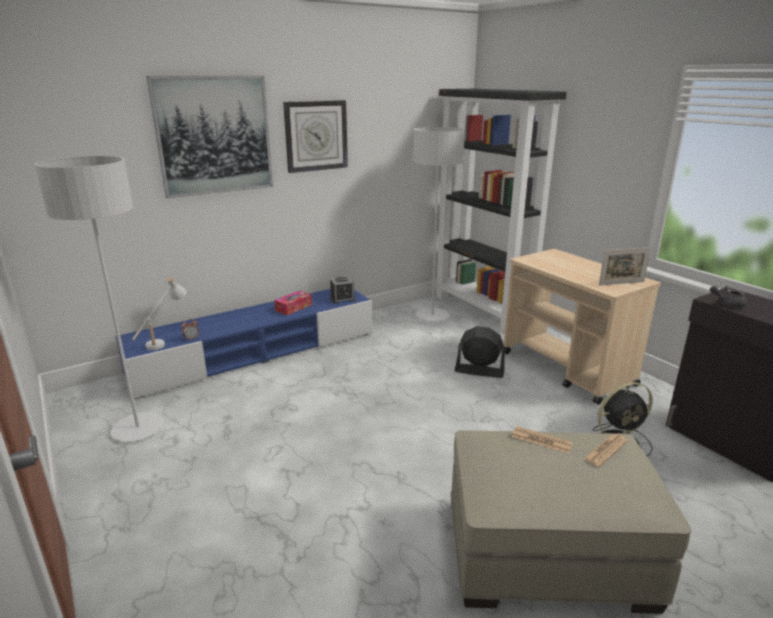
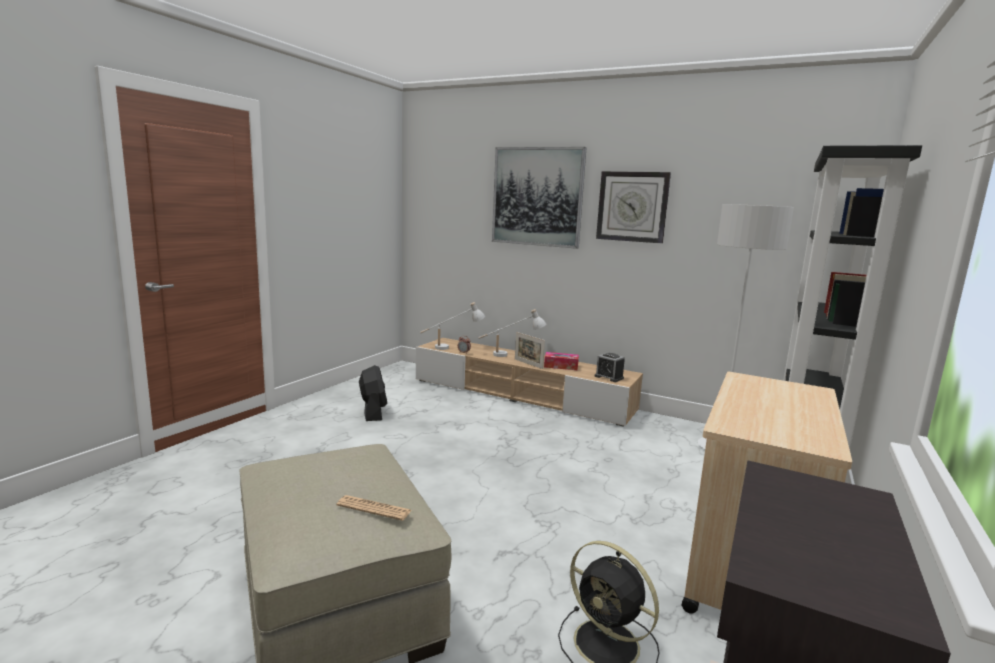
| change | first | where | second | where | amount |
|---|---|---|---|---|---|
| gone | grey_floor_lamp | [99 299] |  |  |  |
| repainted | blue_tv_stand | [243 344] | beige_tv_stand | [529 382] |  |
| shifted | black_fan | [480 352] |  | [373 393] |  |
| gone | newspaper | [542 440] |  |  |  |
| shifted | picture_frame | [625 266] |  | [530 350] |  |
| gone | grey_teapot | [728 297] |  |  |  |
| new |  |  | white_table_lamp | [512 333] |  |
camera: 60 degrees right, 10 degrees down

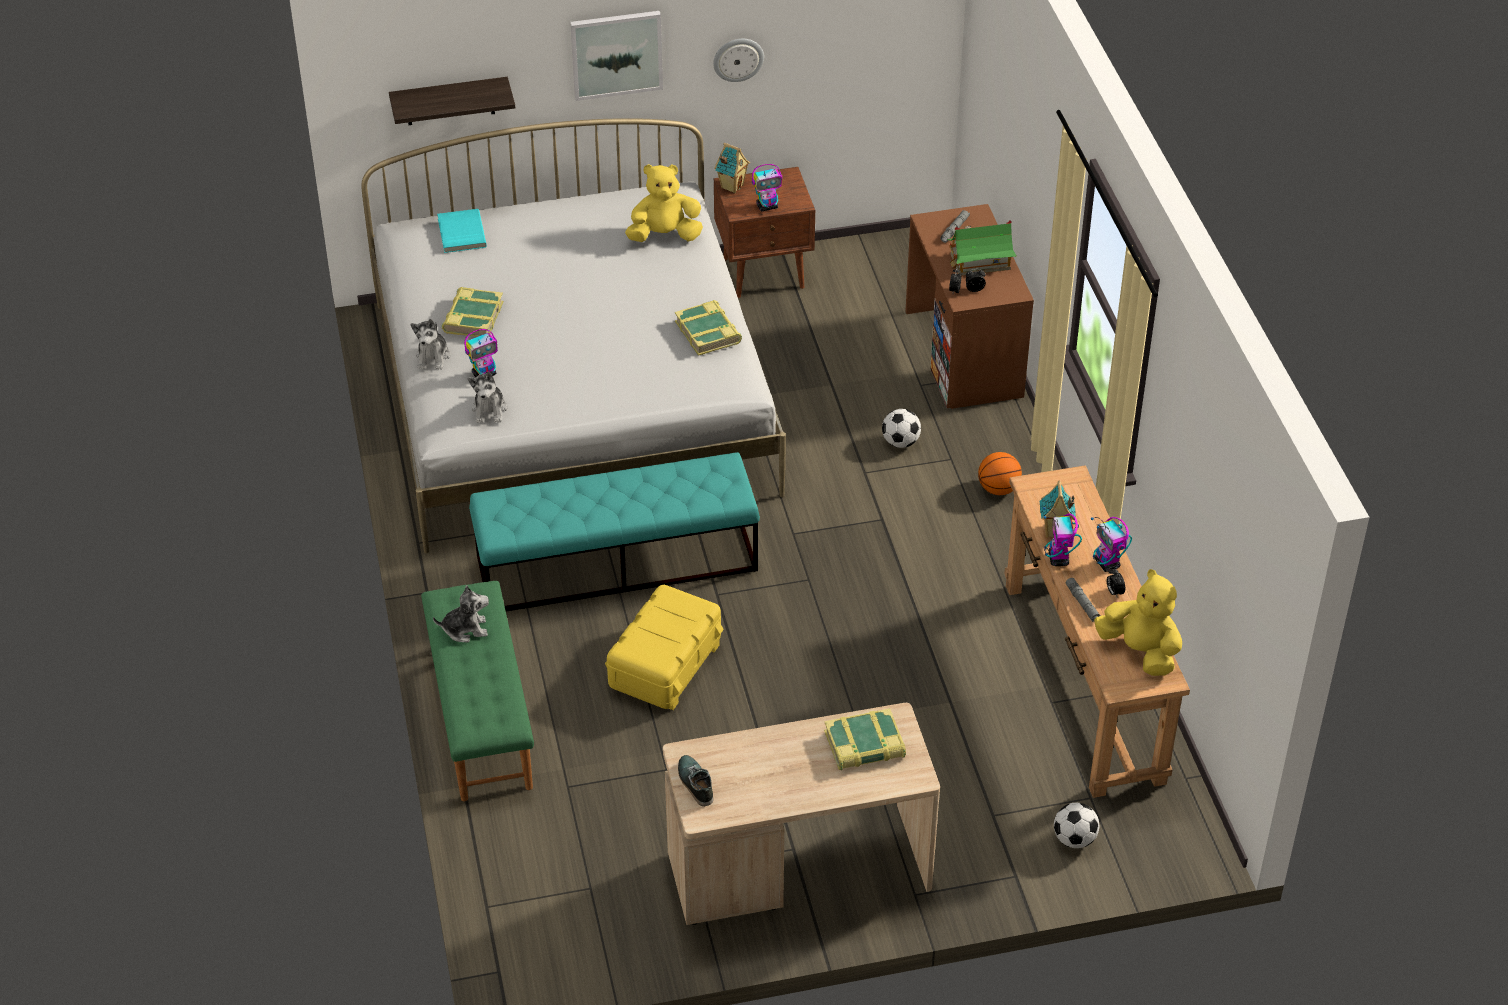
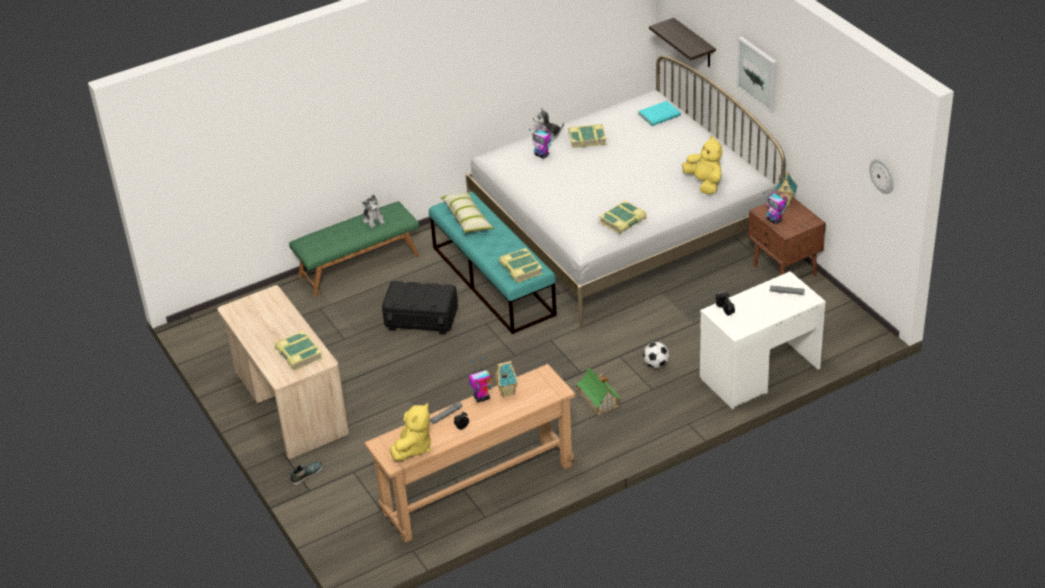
| change | first | where | second | where | amount |
|---|---|---|---|---|---|
| gone | plush_toy | [487 397] |  |  |  |
| repainted | yellow_storage_box | [664 647] | black_storage_box | [420 308] |  |
| shifted | shoe | [695 780] |  | [306 473] |  |
| shifted | wall_clock | [738 60] |  | [881 176] |  |
| repainted | brown_desk | [969 306] | white_desk | [763 340] |  |
| shifted | toy_house | [982 248] |  | [598 389] |  |
| gone | basketball | [1000 473] |  |  |  |
| gone | football | [1077 825] |  |  |  |
| gone | toy_robot | [1111 544] |  |  |  |
| new |  |  | pillow | [466 212] |  |
| new |  |  | book | [521 265] |  |
camera: 75 degrees right, 5 degrees down

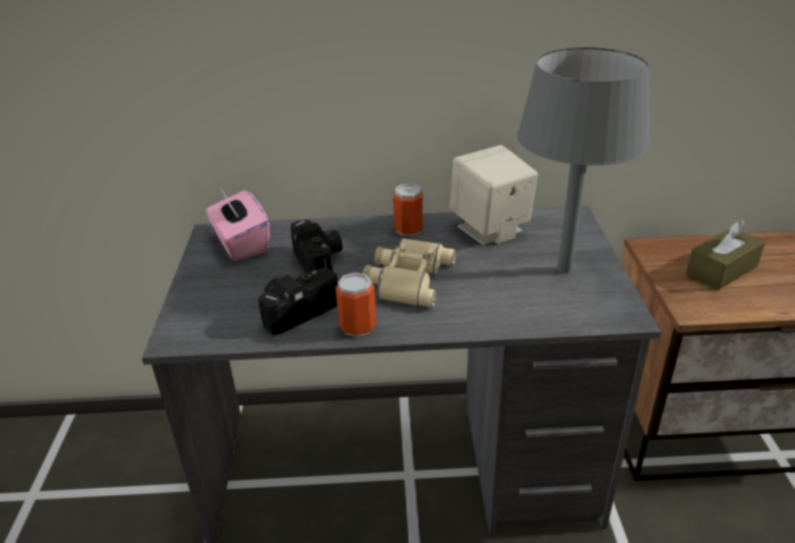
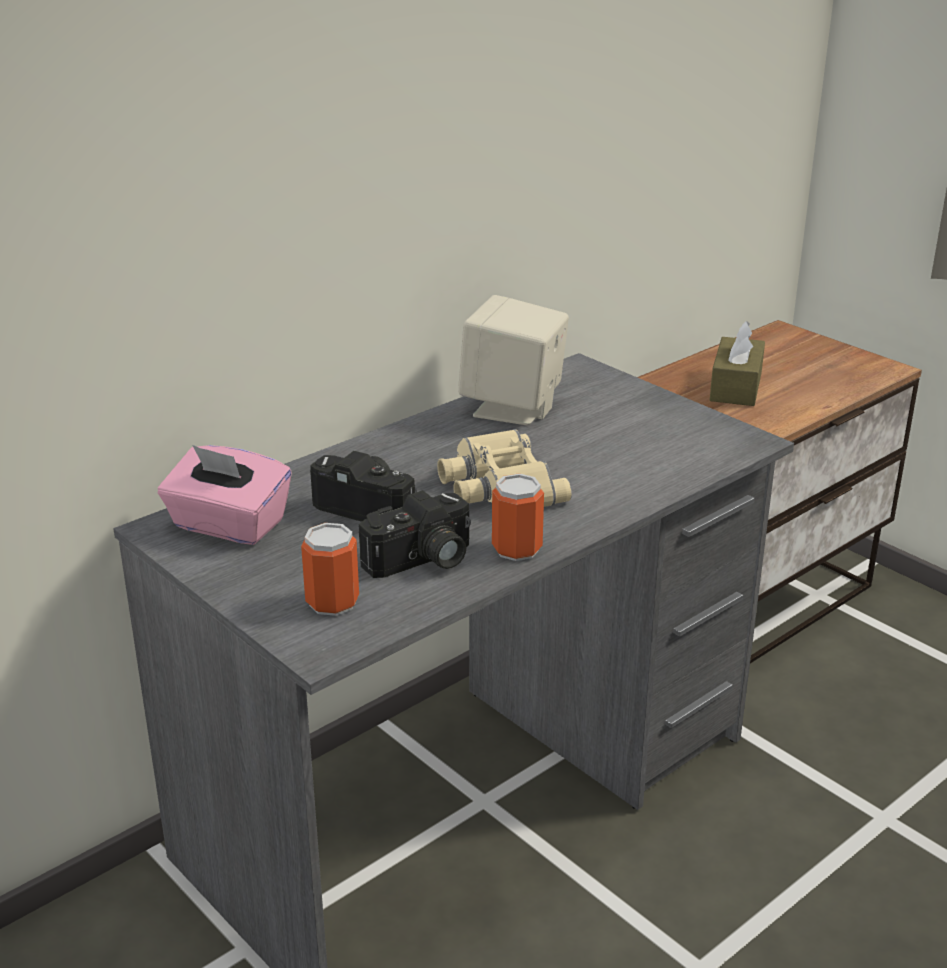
| change | first | where | second | where | amount |
|---|---|---|---|---|---|
| rotated | photo_camera | [298 301] |  | [415 534] | 135 degrees counterclockwise |
| shifted | can | [408 210] |  | [330 569] |  |
| gone | grey_table_lamp | [583 160] |  |  |  |
camera: 40 degrees left, 5 degrees down

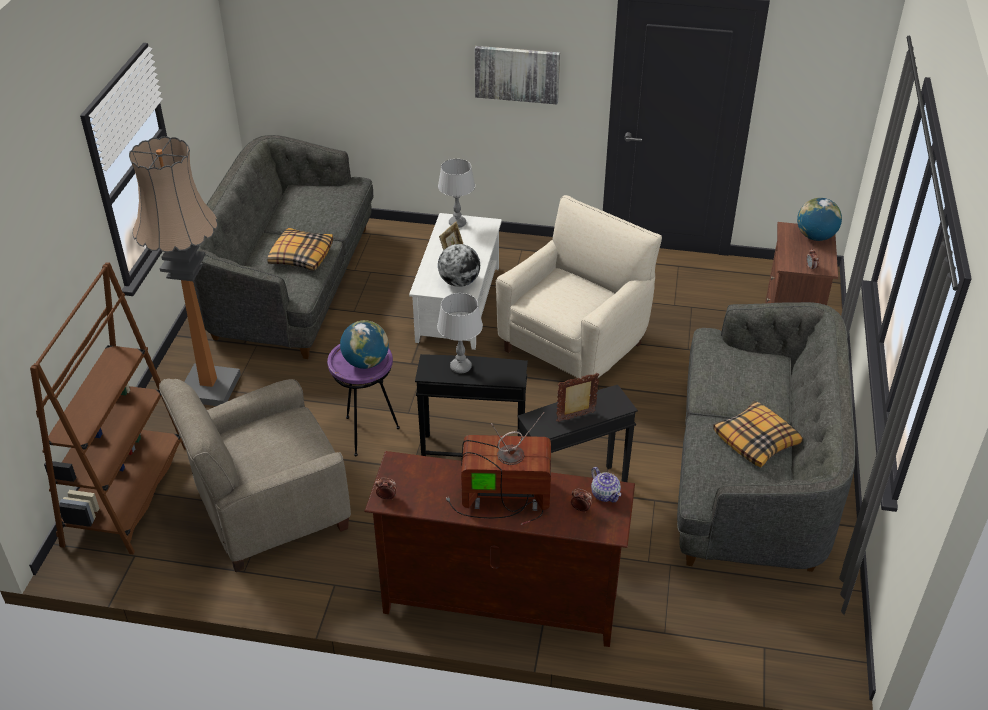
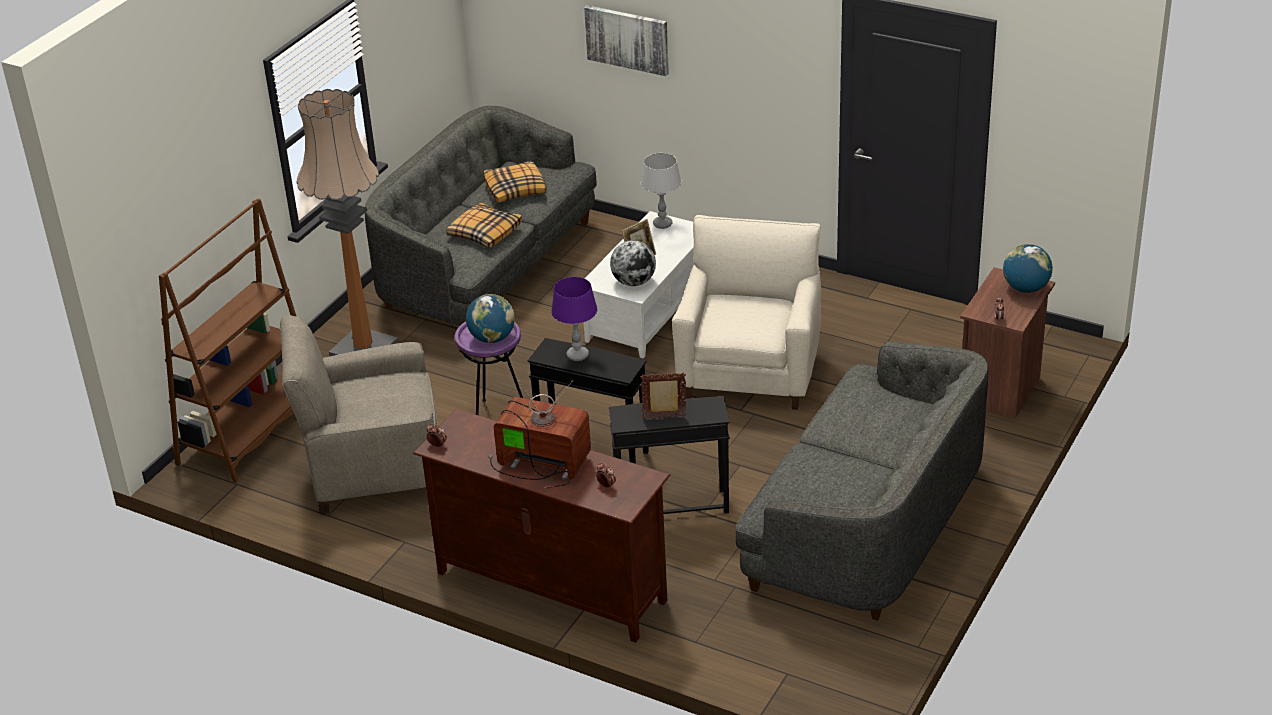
| change | first | where | second | where | amount |
|---|---|---|---|---|---|
| repainted | grey_table_lamp | [460 333] | purple_table_lamp | [574 319] |  |
| shifted | picture | [517 75] |  | [626 40] |  |
| rotated | beige_armchair | [579 287] |  | [746 312] | 45 degrees counterclockwise |
| gone | teapot | [606 484] |  |  |  |
| shifted | pillow | [758 434] |  | [515 182] |  |
camera: 20 degrees right, 5 degrees down

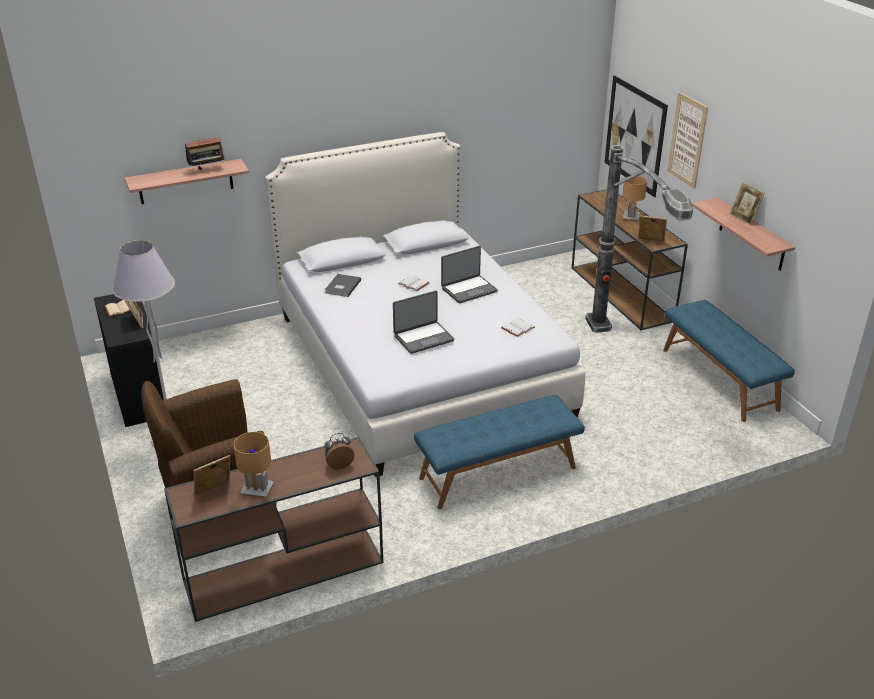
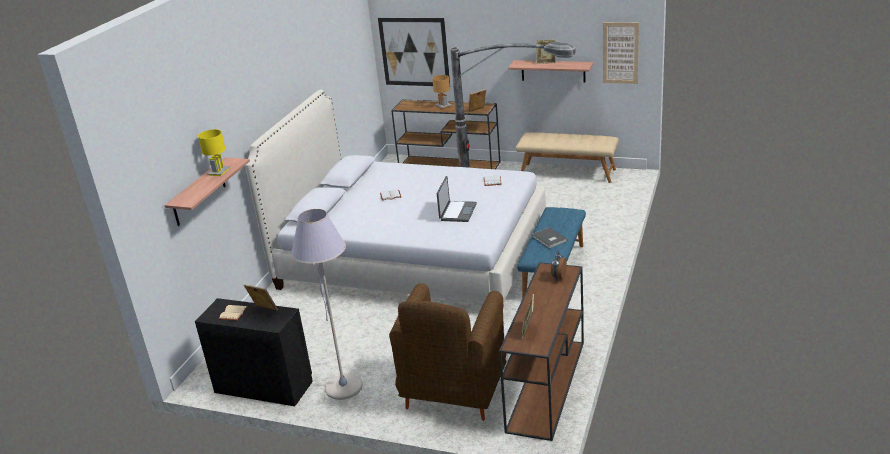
| change | first | where | second | where | amount |
|---|---|---|---|---|---|
| swapped | radio | [206 153] | yellow_table_lamp | [214 152] |  |
| gone | brown_table_lamp | [253 465] |  |  |  |
| shifted | grey_book | [343 285] |  | [549 237] |  |
| gone | laptop | [469 274] |  |  |  |
| repainted | blue_bench | [729 361] | beige_bench | [567 157] |  |
| shifted | picture | [687 140] |  | [621 53] |  |
camera: 45 degrees left, 5 degrees down

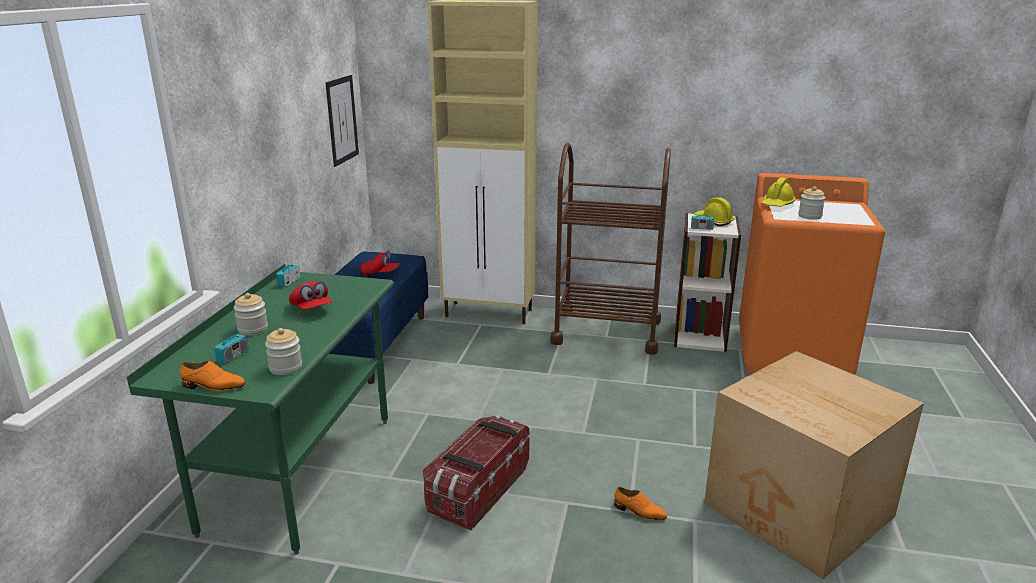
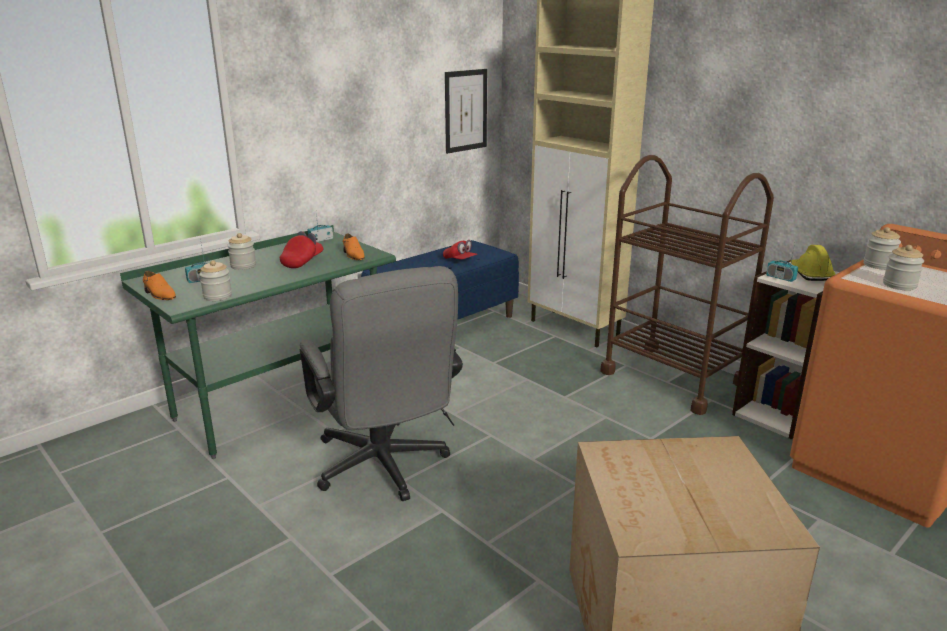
| change | first | where | second | where | amount |
|---|---|---|---|---|---|
| rotated | red_cap | [311 295] |  | [301 249] | 150 degrees counterclockwise |
| swapped | storage_box | [476 473] | grey_office_chair | [381 383] |  |
| shifted | orange_shoe | [640 503] |  | [353 246] |  |
| swapped | yellow_hard_hat | [778 192] | jar | [882 248] |  |
camera: 35 degrees right, 0 degrees up

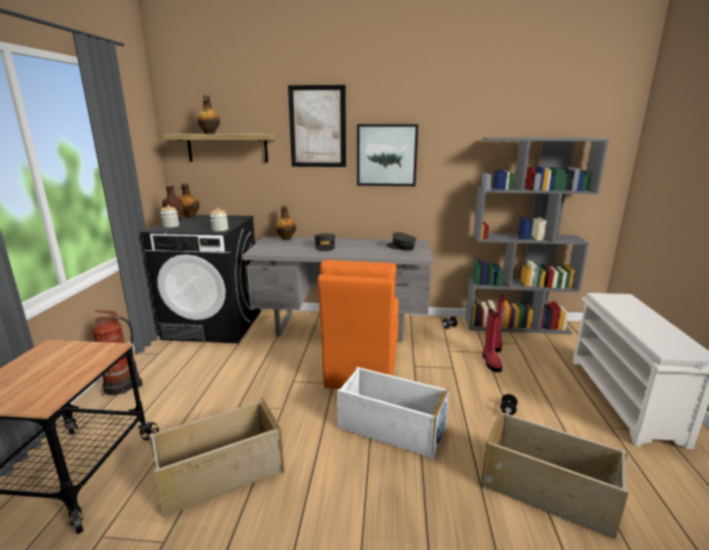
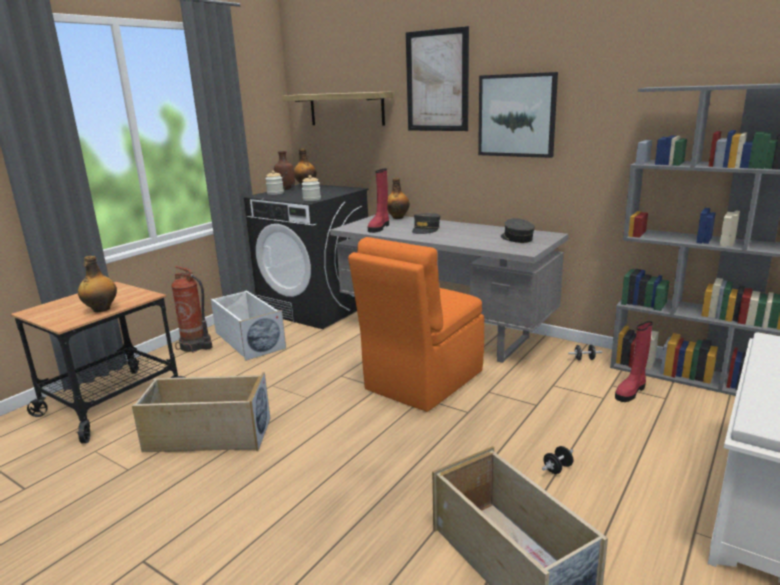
| change | first | where | second | where | amount |
|---|---|---|---|---|---|
| shifted | bottle | [208 114] |  | [97 284] |  |
| shifted | white_storage_box | [393 414] |  | [248 325] |  |
| shifted | red_boot | [492 340] |  | [378 200] |  |
camera: 30 degrees right, 0 degrees up

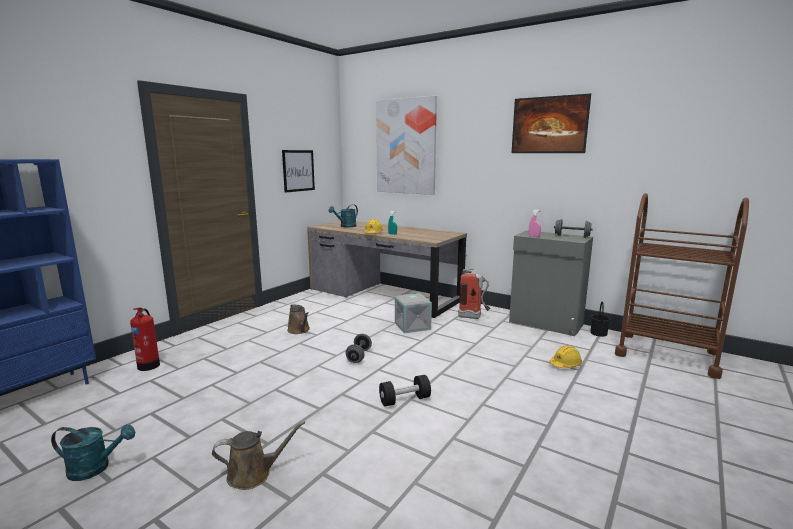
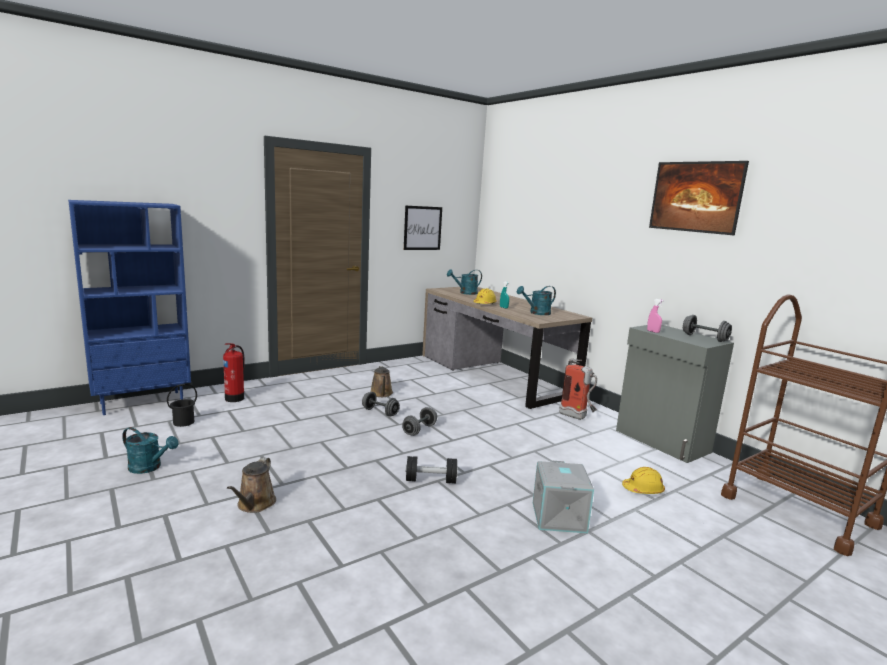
| change | first | where | second | where | amount |
|---|---|---|---|---|---|
| rotated | brown_watering_can | [258 455] |  | [251 485] | 90 degrees clockwise |
| gone | picture | [406 145] |  |  |  |
| shifted | grey_storage_box | [413 313] |  | [563 497] |  |
| shifted | black_bucket | [600 319] |  | [182 405] |  |
| new |  |  | grey_dumbbell | [381 404] |  |
| new |  |  | turquoise_watering_can | [536 300] |  |
camera: 20 degrees right, 0 degrees up

